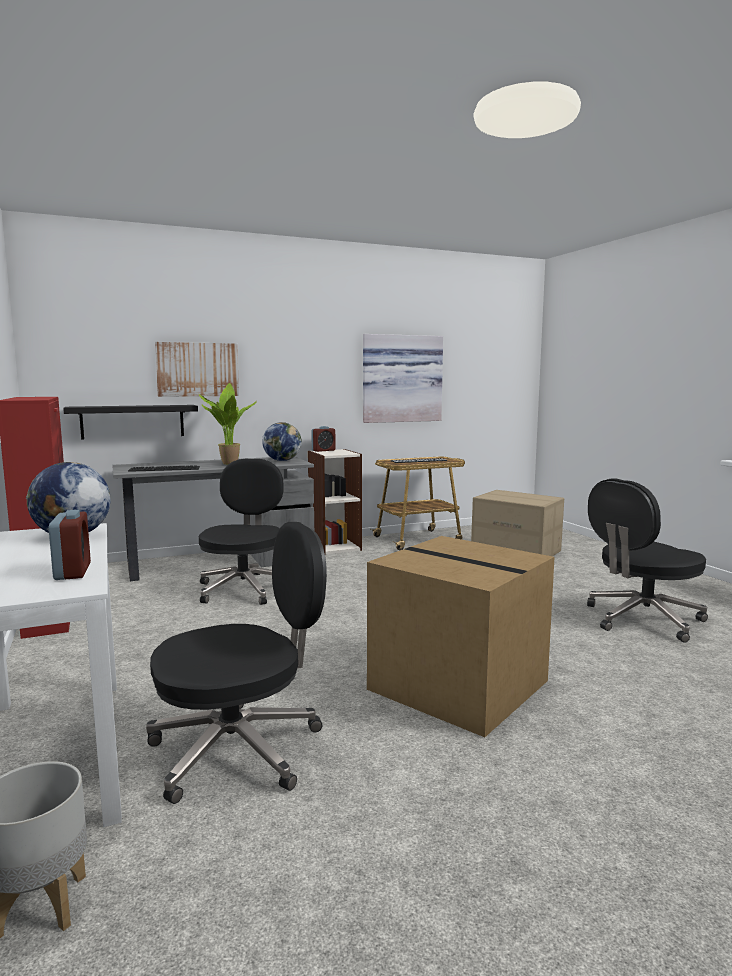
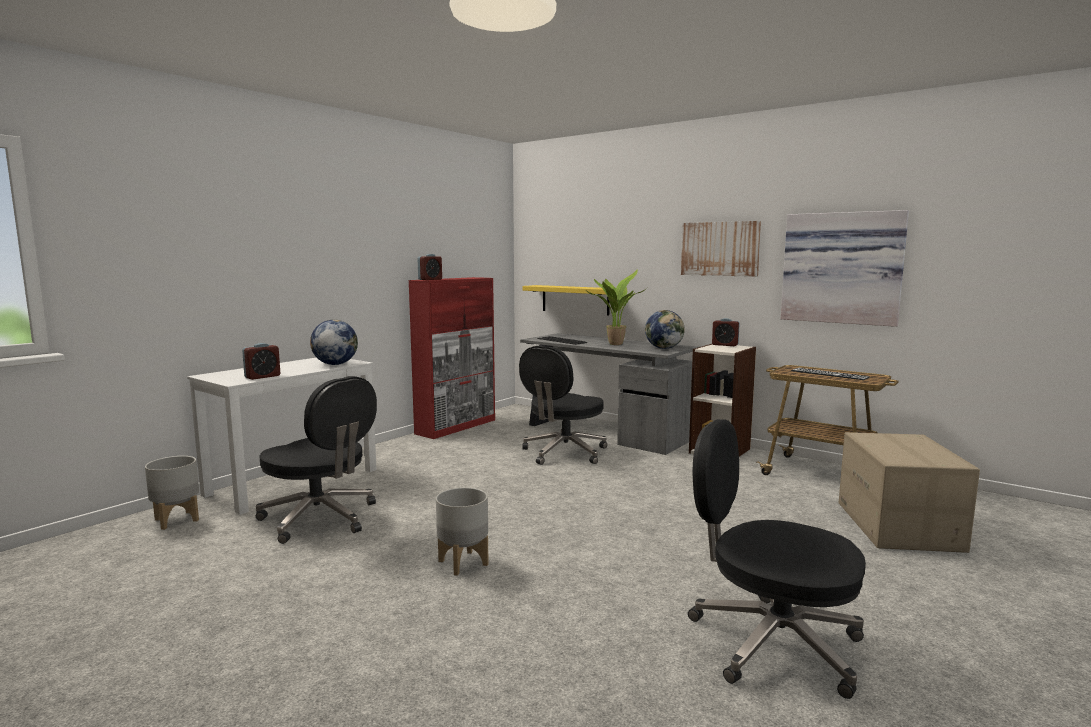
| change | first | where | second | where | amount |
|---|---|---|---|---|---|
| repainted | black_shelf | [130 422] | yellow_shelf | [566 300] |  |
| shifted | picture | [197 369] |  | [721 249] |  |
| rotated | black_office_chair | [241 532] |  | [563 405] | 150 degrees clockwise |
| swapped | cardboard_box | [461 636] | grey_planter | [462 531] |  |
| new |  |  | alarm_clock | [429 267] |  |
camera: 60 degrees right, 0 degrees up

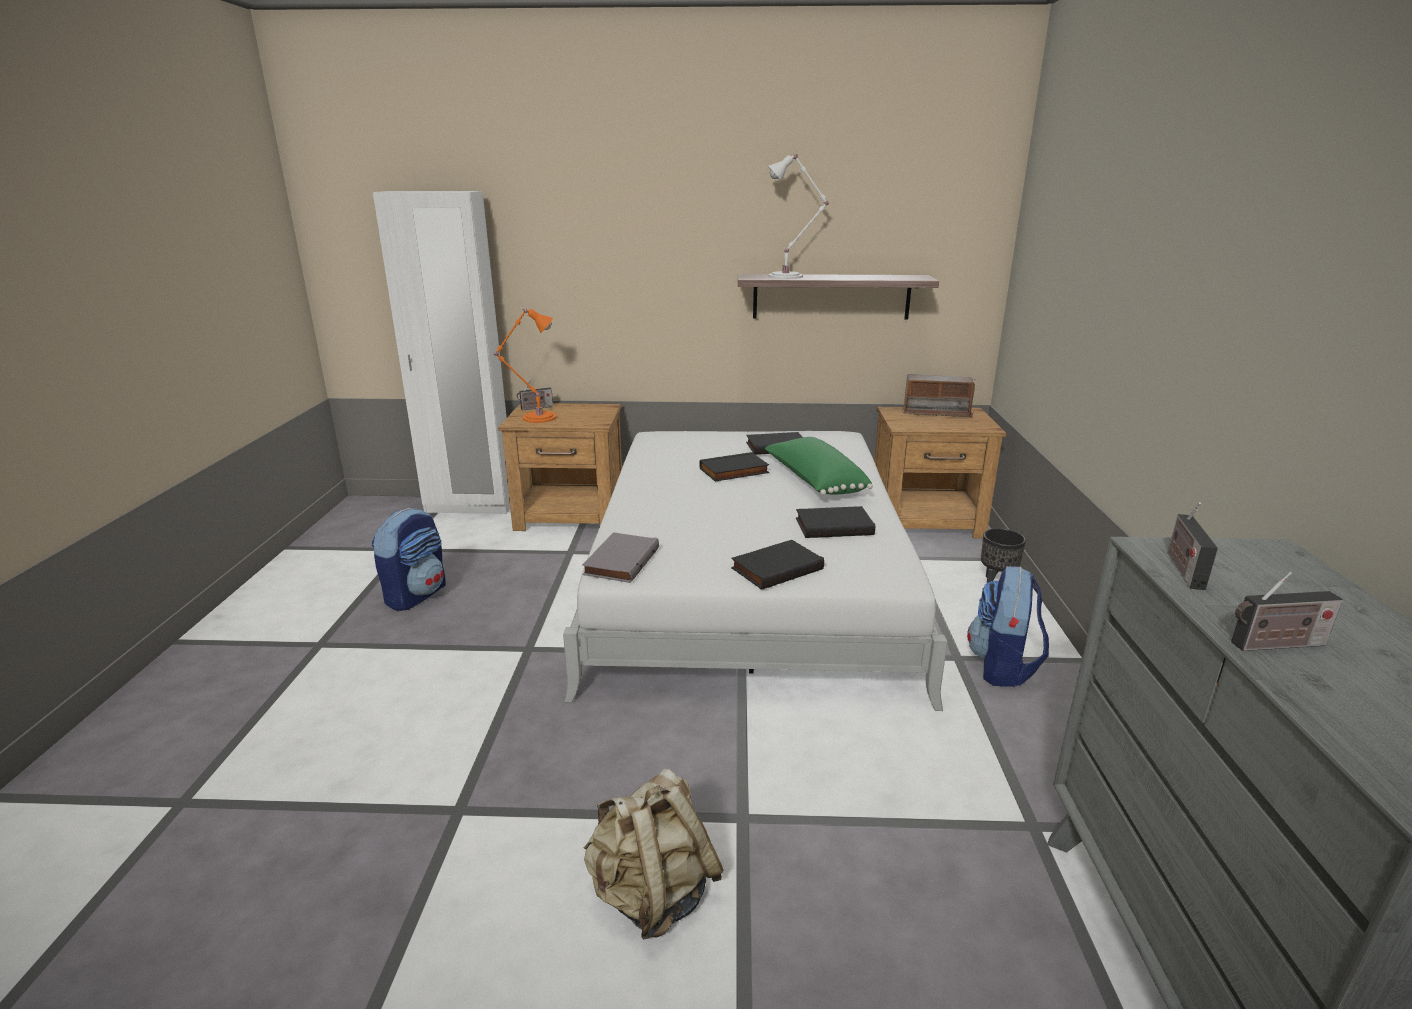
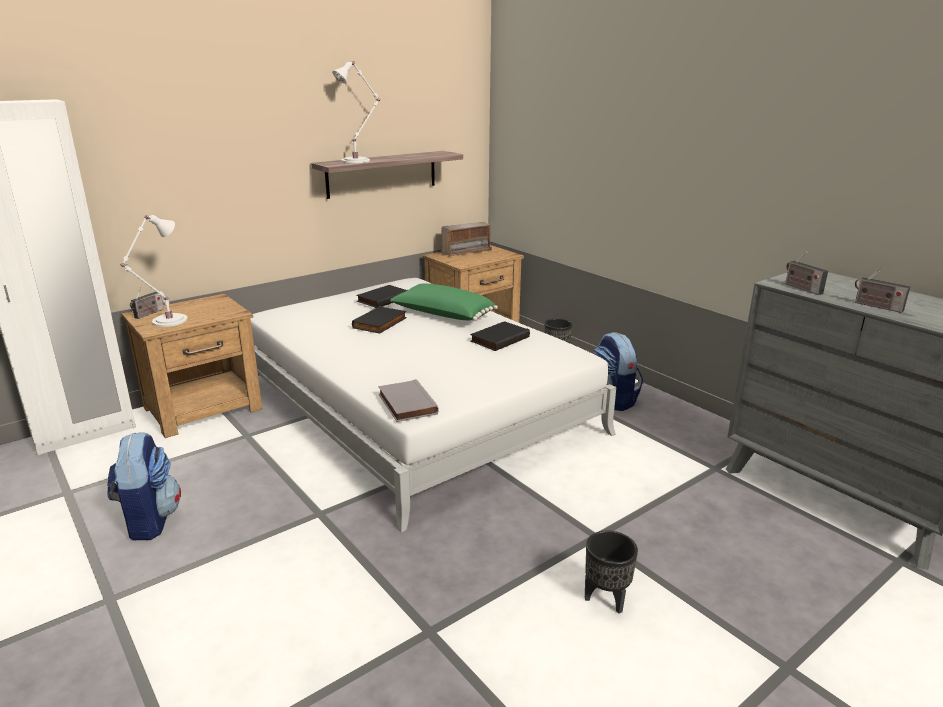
| change | first | where | second | where | amount |
|---|---|---|---|---|---|
| repainted | orange_table_lamp | [525 365] | white_table_lamp | [154 271] |  |
| swapped | beige_backpack | [654 854] | black_planter | [611 572] |  |
| gone | black_book | [777 565] |  |  |  |
| rotated | radio | [1287 611] |  | [882 290] | 90 degrees clockwise |
camera: 40 degrees left, 0 degrees up

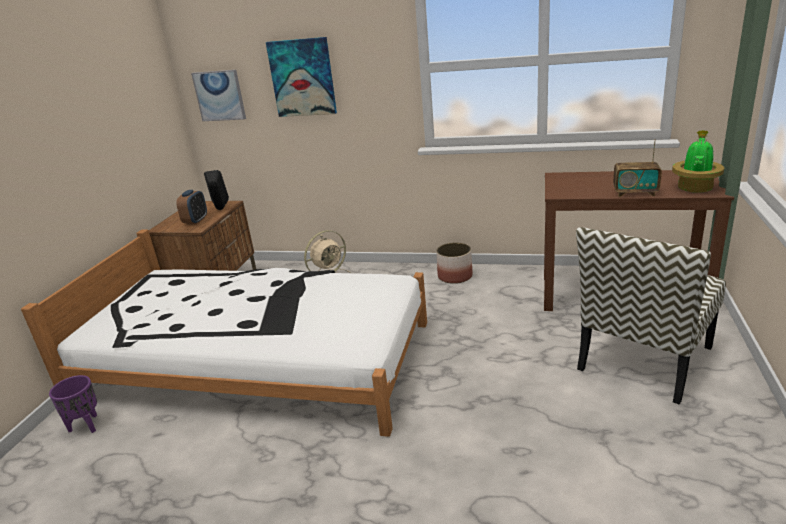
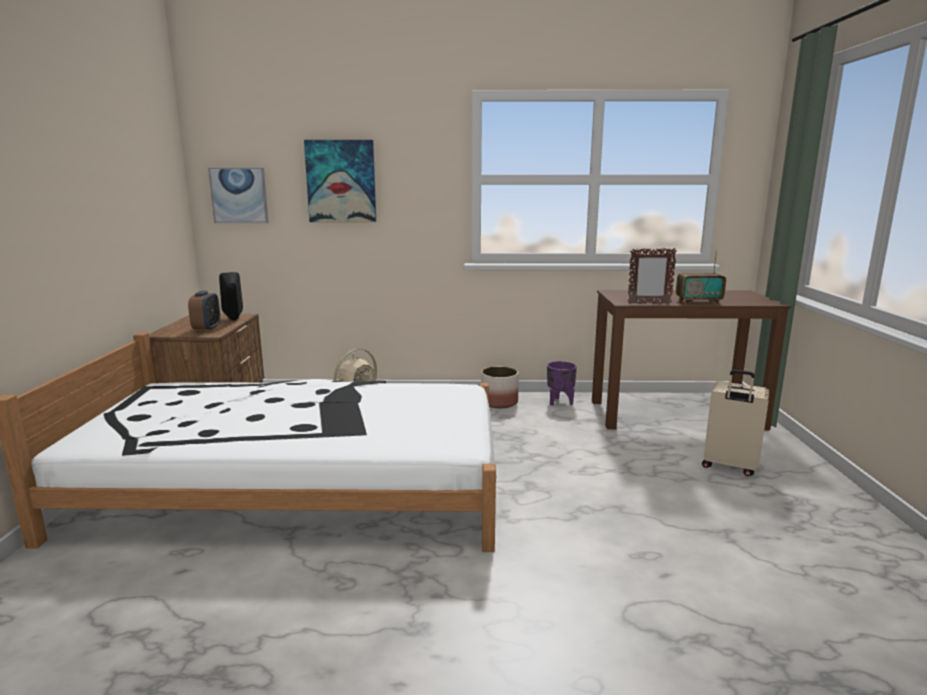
| change | first | where | second | where | amount |
|---|---|---|---|---|---|
| shifted | purple_planter | [73 404] |  | [562 383] |  |
| swapped | chair | [651 316] | beige_suitcase | [735 423] |  |
| gone | potted_plant | [698 161] |  |  |  |
| new |  |  | picture_frame | [652 276] |  |
camera: 15 degrees left, 10 degrees down

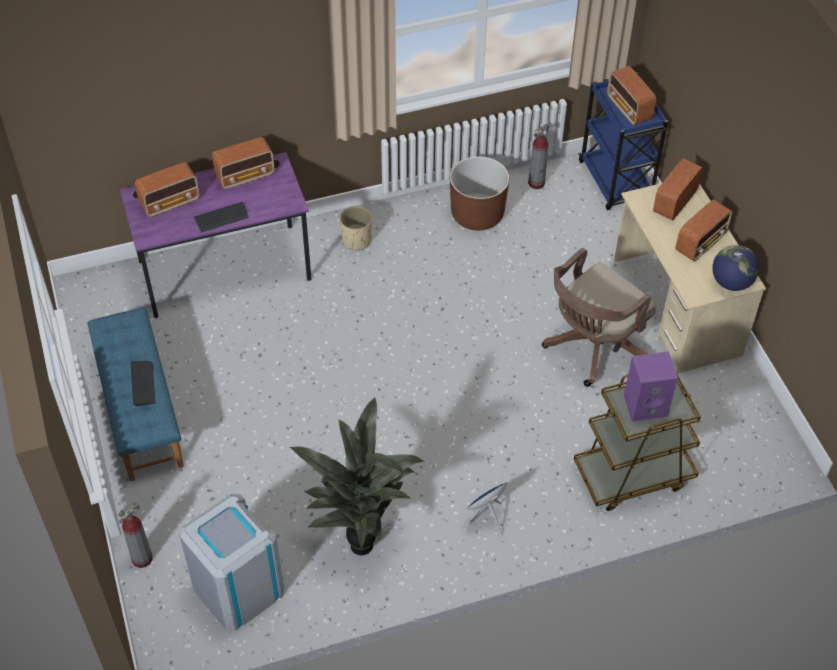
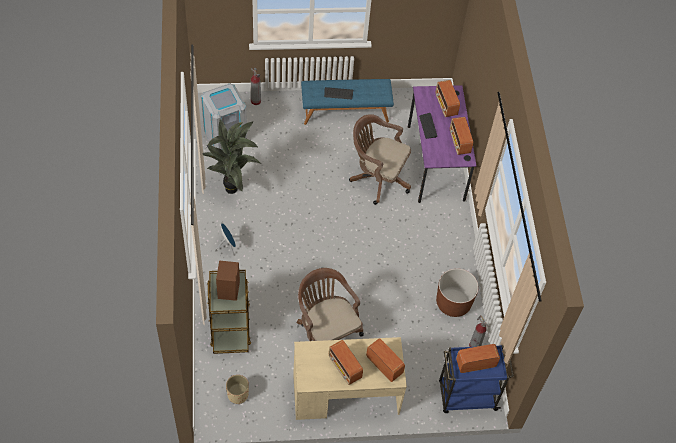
| change | first | where | second | where | amount |
|---|---|---|---|---|---|
| shifted | beige_planter | [356 228] |  | [237 389] |  |
| repainted | purple_speaker | [651 386] | brown_speaker | [228 280] |  |
| gone | globe | [735 268] |  |  |  |
| new |  |  | brown_office_chair | [380 159] |  |
camera: 100 degrees right, 5 degrees up

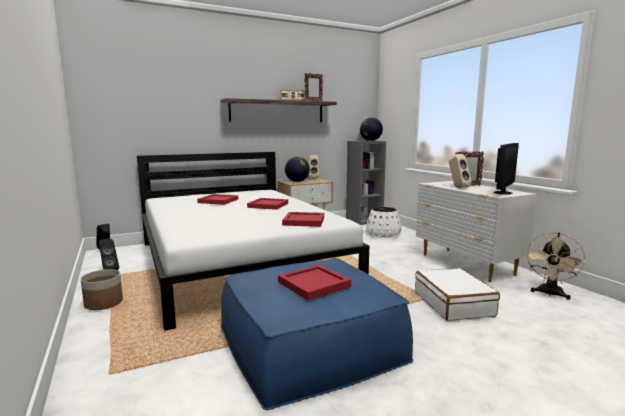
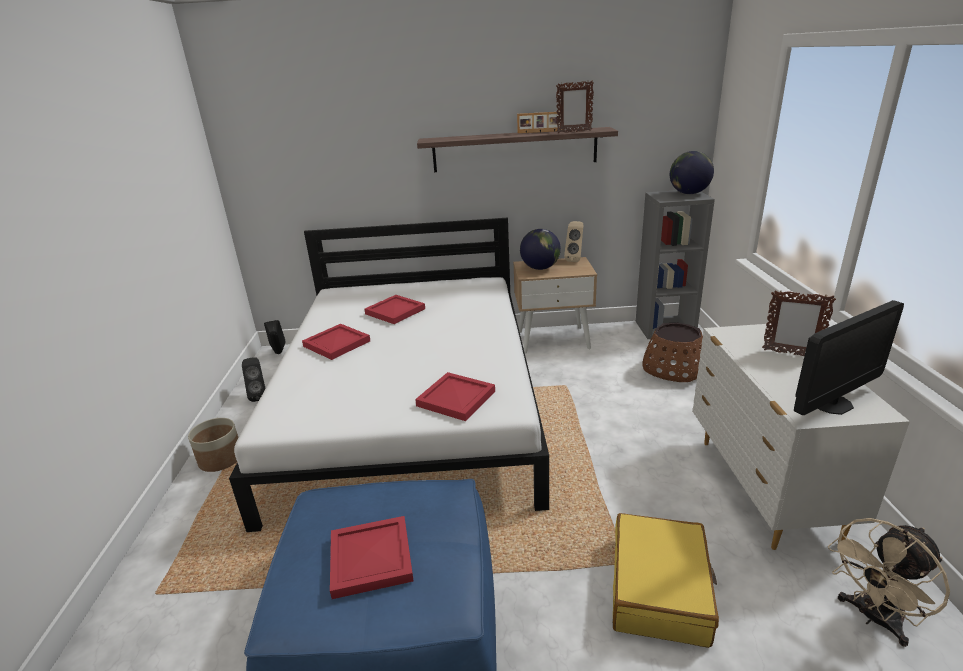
| change | first | where | second | where | amount |
|---|---|---|---|---|---|
| shifted | red_tray | [267 204] |  | [336 342] |  |
| repainted | white_planter | [383 222] | brown_planter | [672 352] |  |
| repainted | white_suitcase | [457 294] | yellow_suitcase | [666 580] |  |
| gone | beige_speaker | [460 171] |  |  |  |
camera: 25 degrees right, 15 degrees up

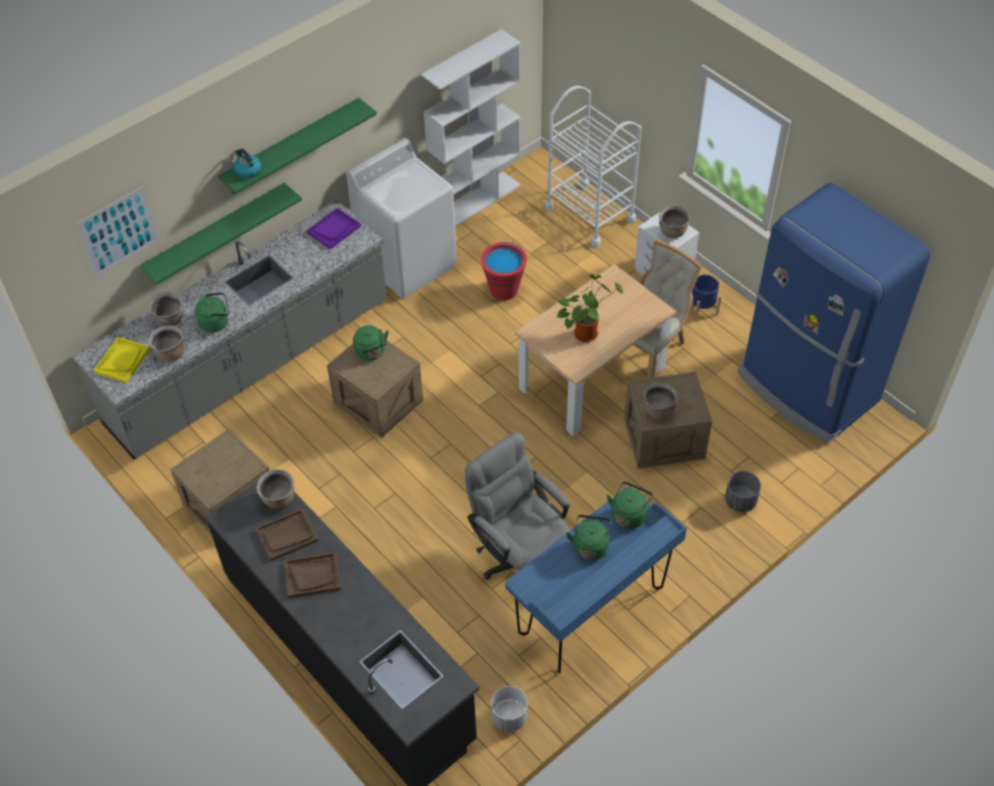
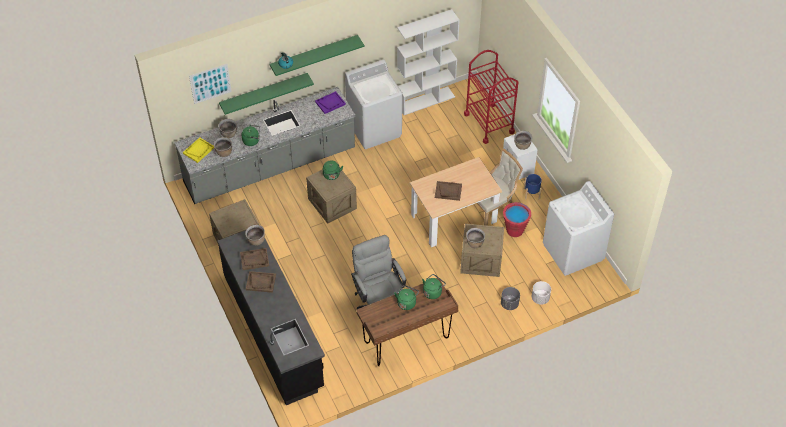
| change | first | where | second | where | amount |
|---|---|---|---|---|---|
| shifted | red_bucket | [504 271] |  | [517 219] |  |
| shifted | white_planter | [509 709] |  | [541 293] |  |
| repainted | blue_desk | [596 579] | brown_desk | [407 322] |  |
| repainted | white_cart | [593 166] | red_cart | [491 97] |  |
| swapped | potted_plant | [590 308] | brown_tray | [448 191] |  |
| swapped | blue_fridge | [833 313] | white_washing_machine | [578 228] |  |
camera: 15 degrees right, 0 degrees up

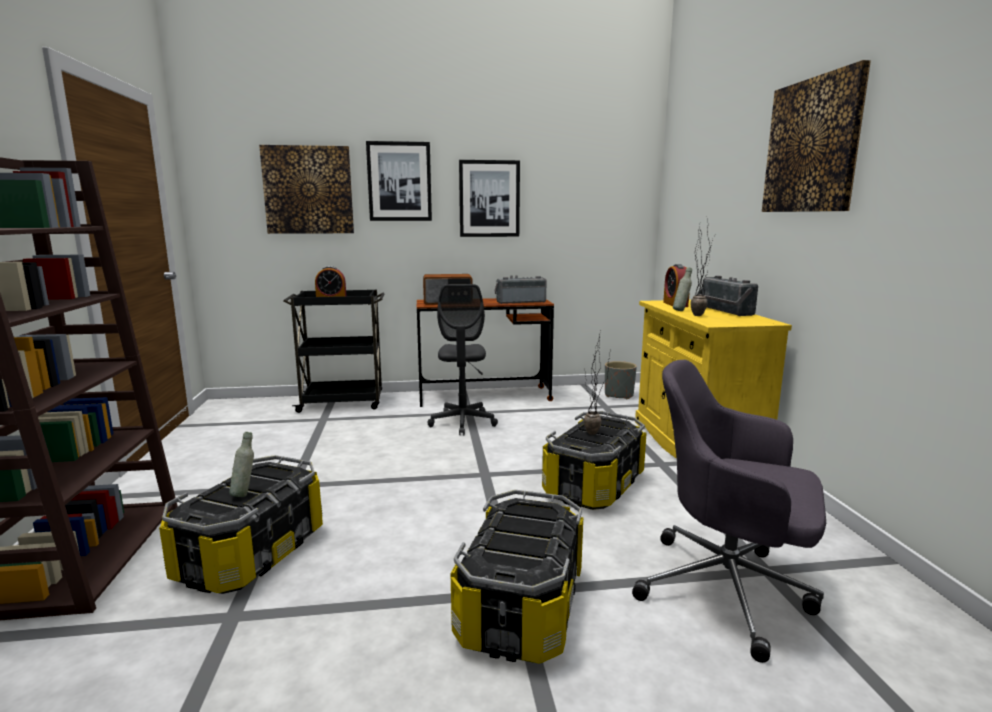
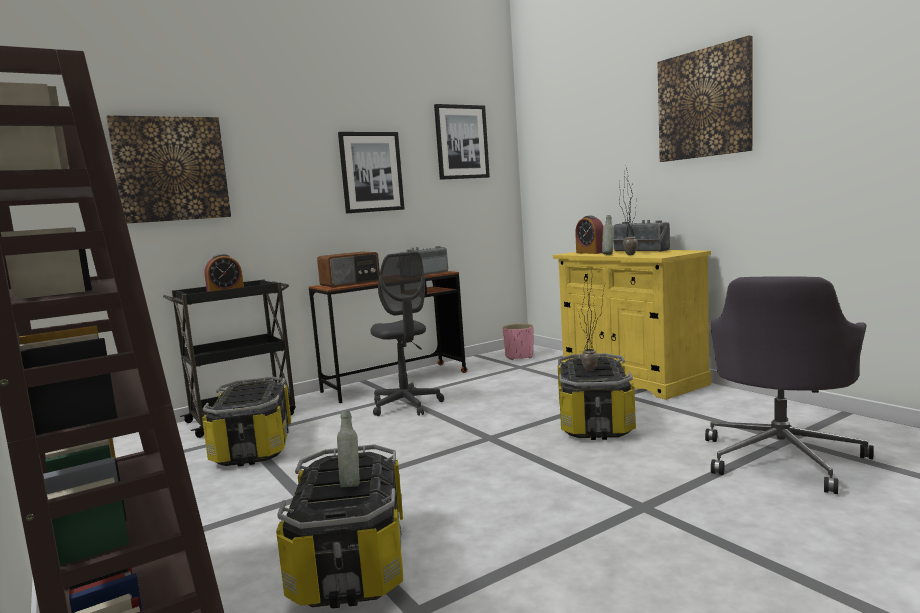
| change | first | where | second | where | amount |
|---|---|---|---|---|---|
| shifted | picture | [399 181] |  | [462 142] |  |
| shifted | storage_box | [517 576] |  | [246 421] |  |
| repainted | grey_planter | [621 380] | pink_planter | [517 341] |  |
| rotated | grey_office_chair | [729 511] |  | [789 385] | 60 degrees counterclockwise |
camera: 25 degrees left, 5 degrees down

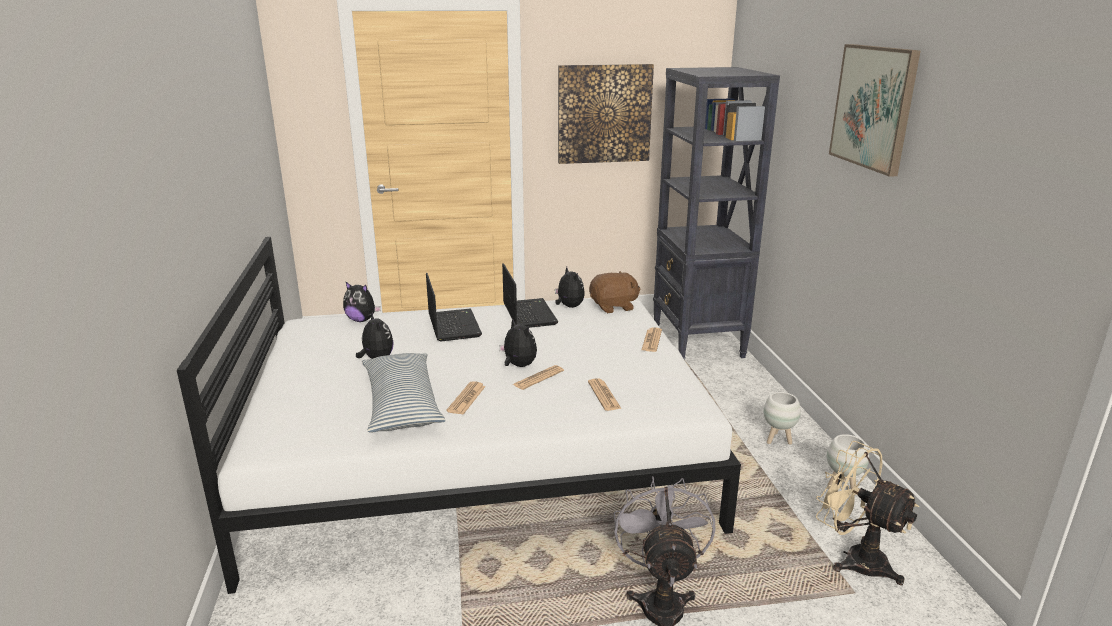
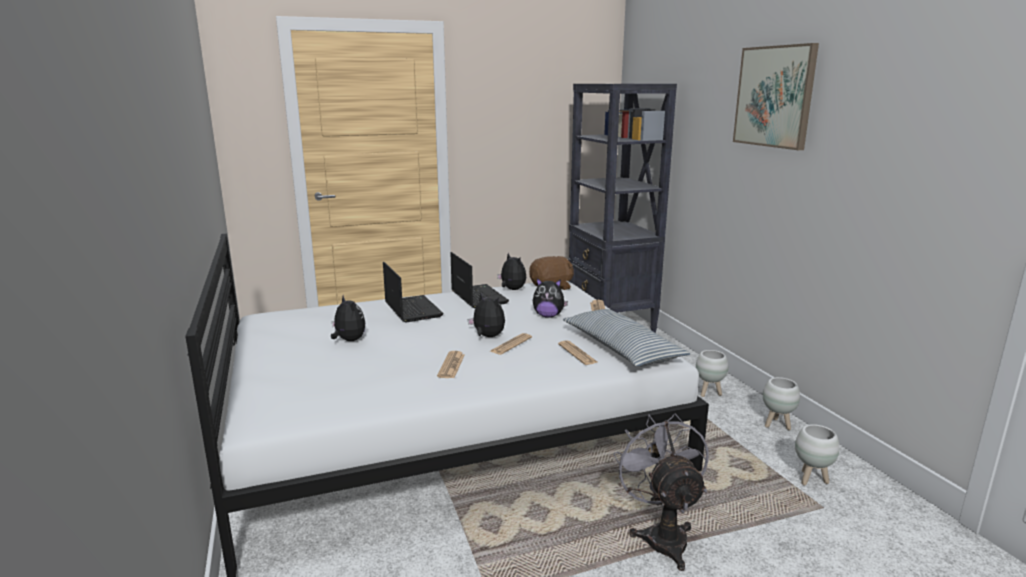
| change | first | where | second | where | amount |
|---|---|---|---|---|---|
| shifted | plush_toy | [362 301] |  | [550 298] |  |
| shifted | pillow | [403 392] |  | [626 338] |  |
| gone | picture | [606 114] |  |  |  |
| swapped | beige_fan | [867 513] | white_planter | [817 454] |  |
camera: 10 degrees left, 5 degrees down

